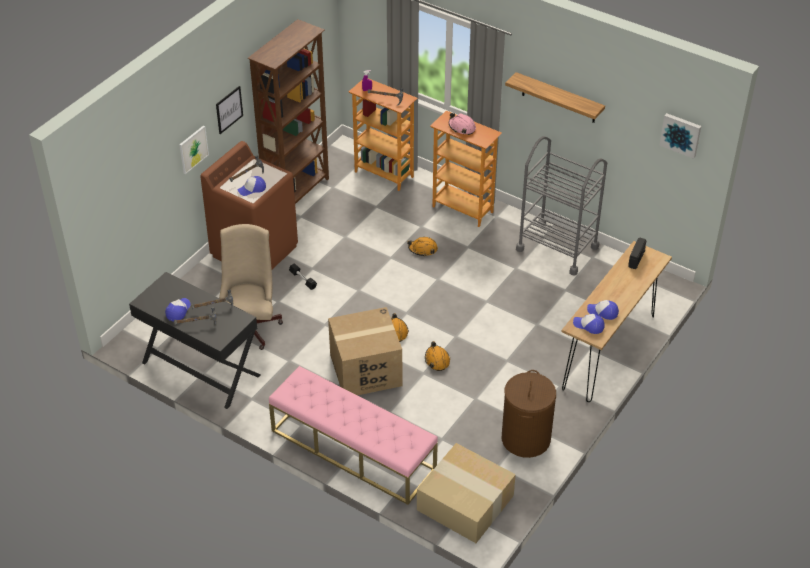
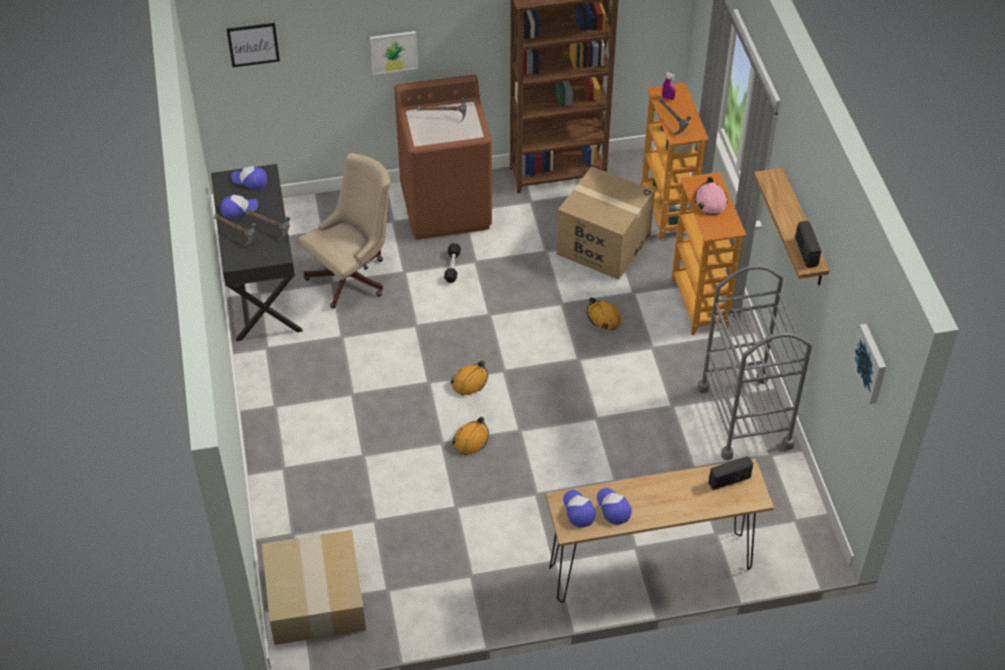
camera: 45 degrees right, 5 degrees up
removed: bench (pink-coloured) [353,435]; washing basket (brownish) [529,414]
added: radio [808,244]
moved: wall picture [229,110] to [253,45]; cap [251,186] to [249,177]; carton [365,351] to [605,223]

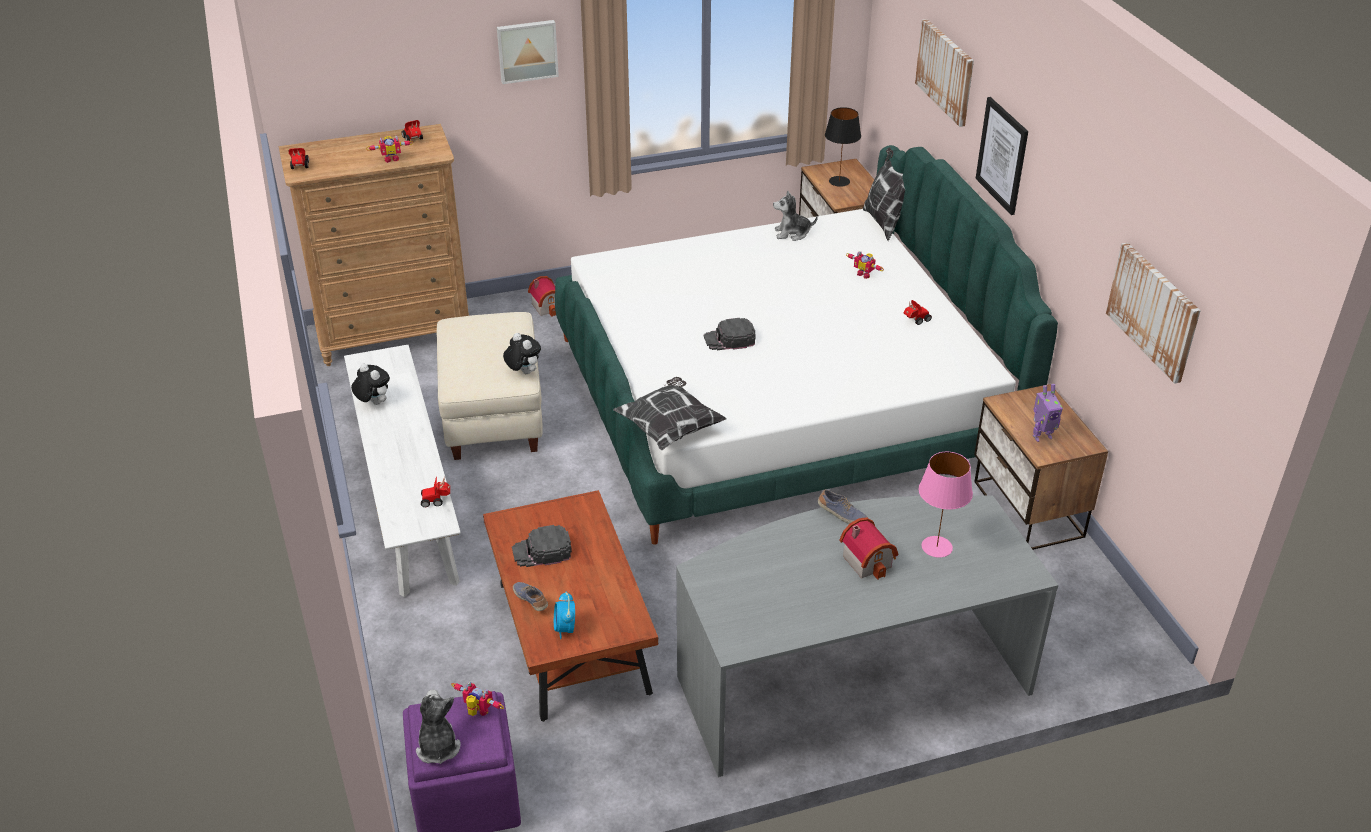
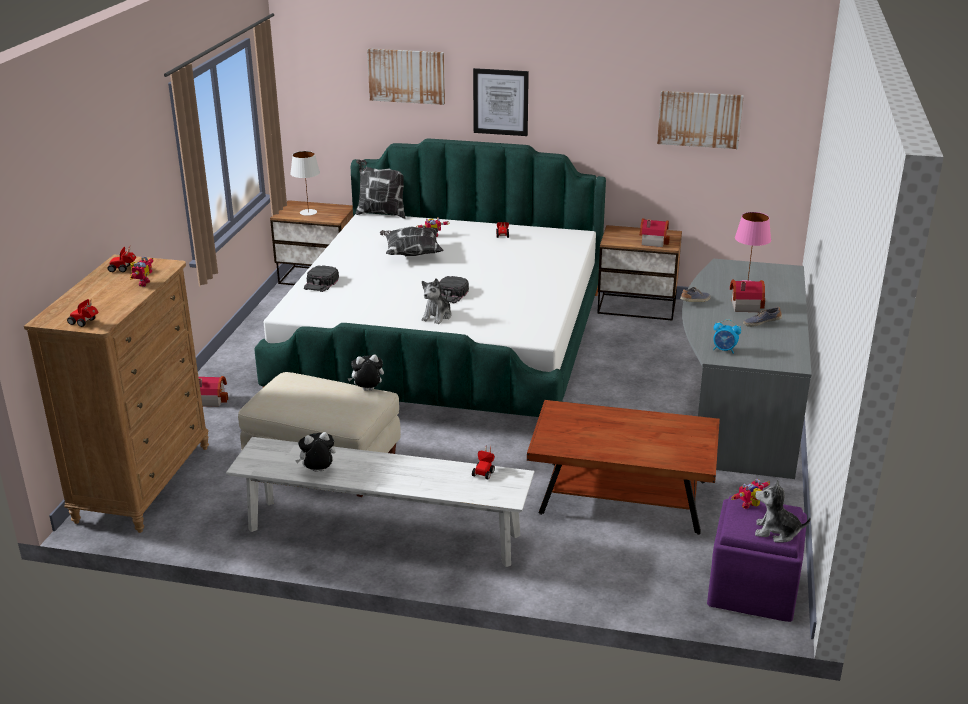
camera: 60 degrees left, 10 degrees down
removed: wall picture [528,52]
moved: cap (blackish) [542,546] to [321,278]; item of footwear [530,596] to [762,317]; alarm clock [564,615] to [727,336]; pillow [670,413] to [412,241]; plush toy [795,215] to [437,301]
replaced: model robot [1048,413] to model house [655,232]
recoloured: tabletop lamp (blackish) [843,147] to tabletop lamp (white) [305,183]

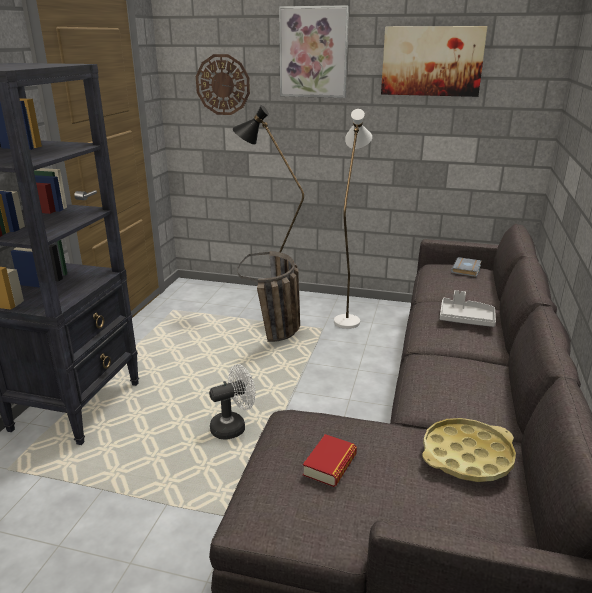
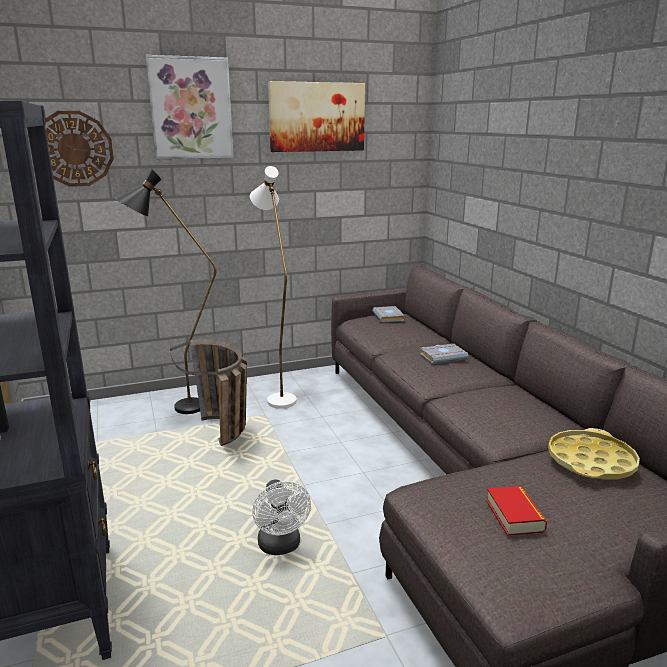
camera: 35 degrees left, 5 degrees down
replaced: carrying tray (greyish) [468,308] to volume (greyish) [444,354]
turned: electric fan (white) [232,402] = [281,517] 135 degrees clockwise

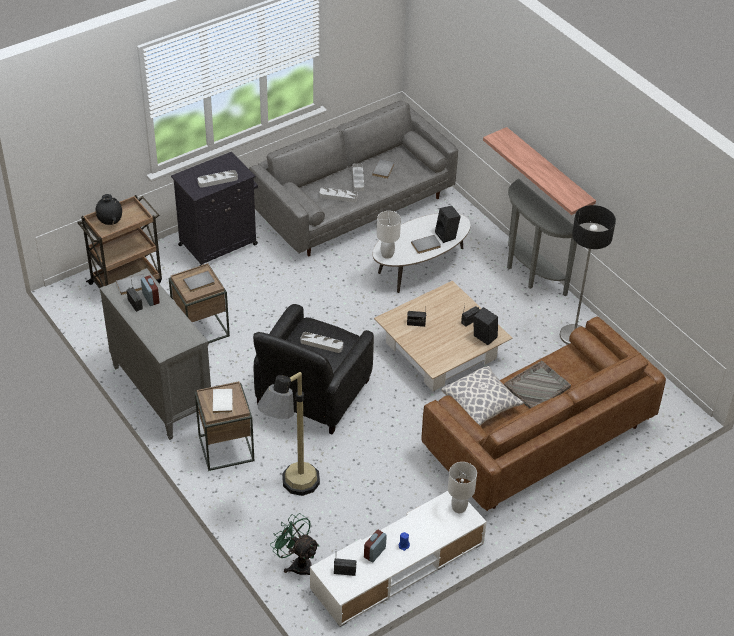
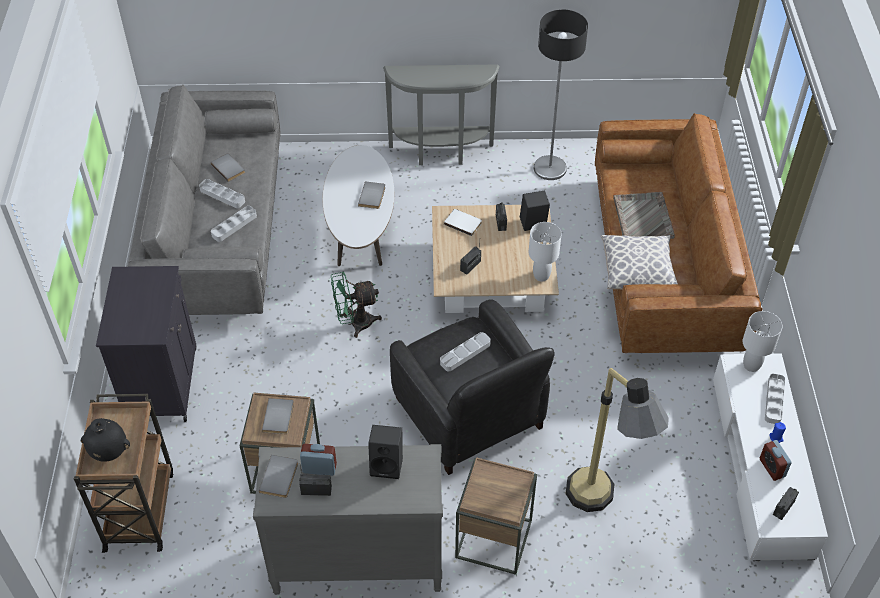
camera: 55 degrees left, 5 degrees up
removed: wall shelf [539,171]
moved: carrying tray (greyish) [218,179] to [775,398]; volume (white) [223,401] to [463,222]; electric fan (greenish) [295,544] to [356,305]; tabletop lamp (white) [389,235] to [545,251]; loudspeaker (blackish) [448,224] to [385,452]

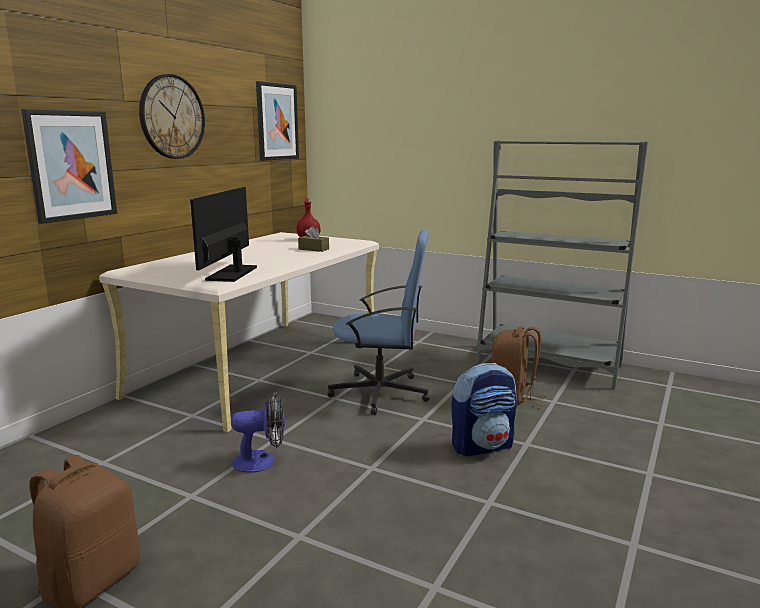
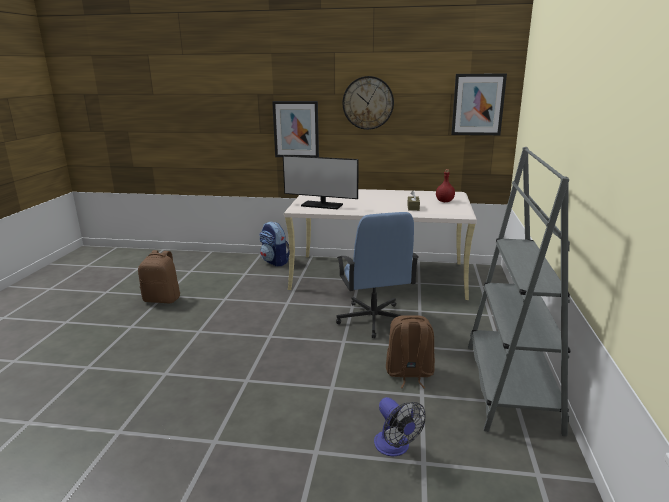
camera: 70 degrees right, 5 degrees up
moved: electric fan [258,432] to [400,426]; rucksack [484,409] to [274,244]
turned: computer screen [223,234] = [321,182] 150 degrees counterclockwise

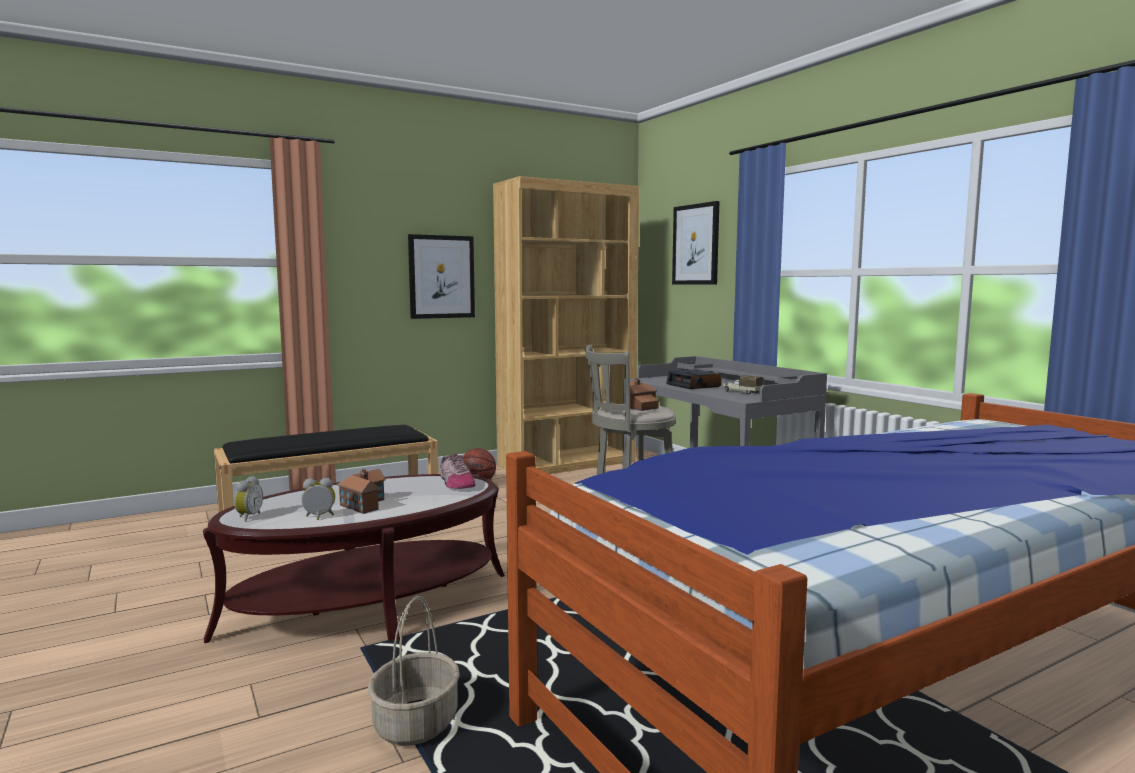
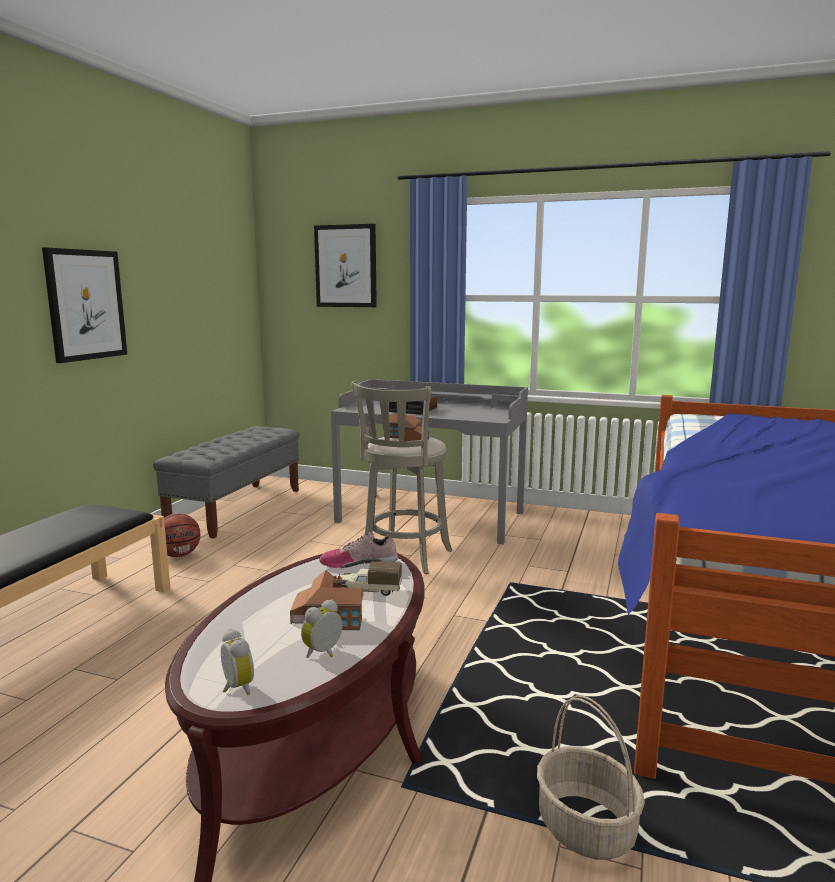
camera: 40 degrees left, 5 degrees up
moved: toy truck [743,385] to [370,578]
replaced: bookcase (brownish) [566,325] to bench (greyish) [226,482]
turned: item of footwear [458,471] = [358,550] 150 degrees clockwise

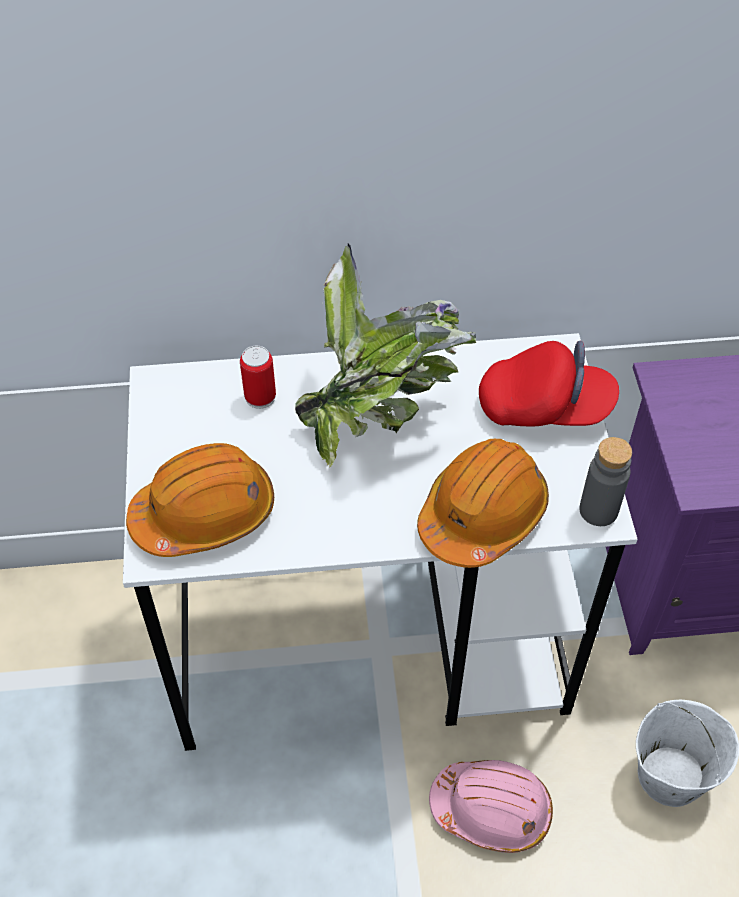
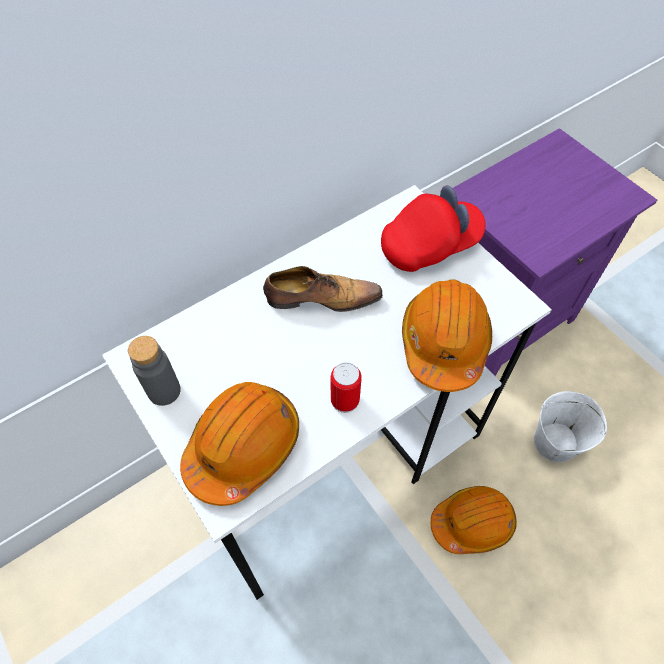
camera: 30 degrees left, 5 degrees up
moved: metal can [258,377] to [346,387]; bottle (greyish) [605,481] to [154,371]
replaced: houseplant [385,355] to item of footwear [323,289]
recoloured: work helmet (pink-coloured) [491,806] to work helmet (orange) [474,520]

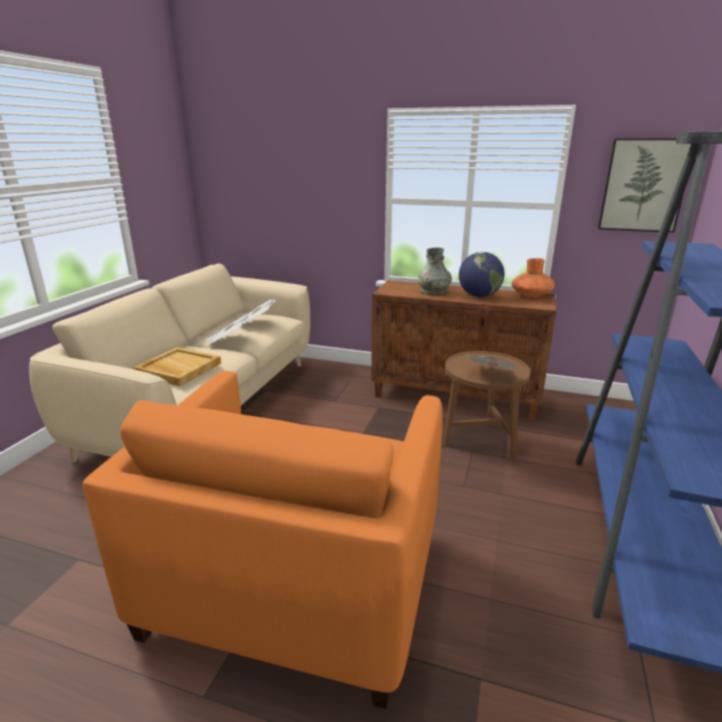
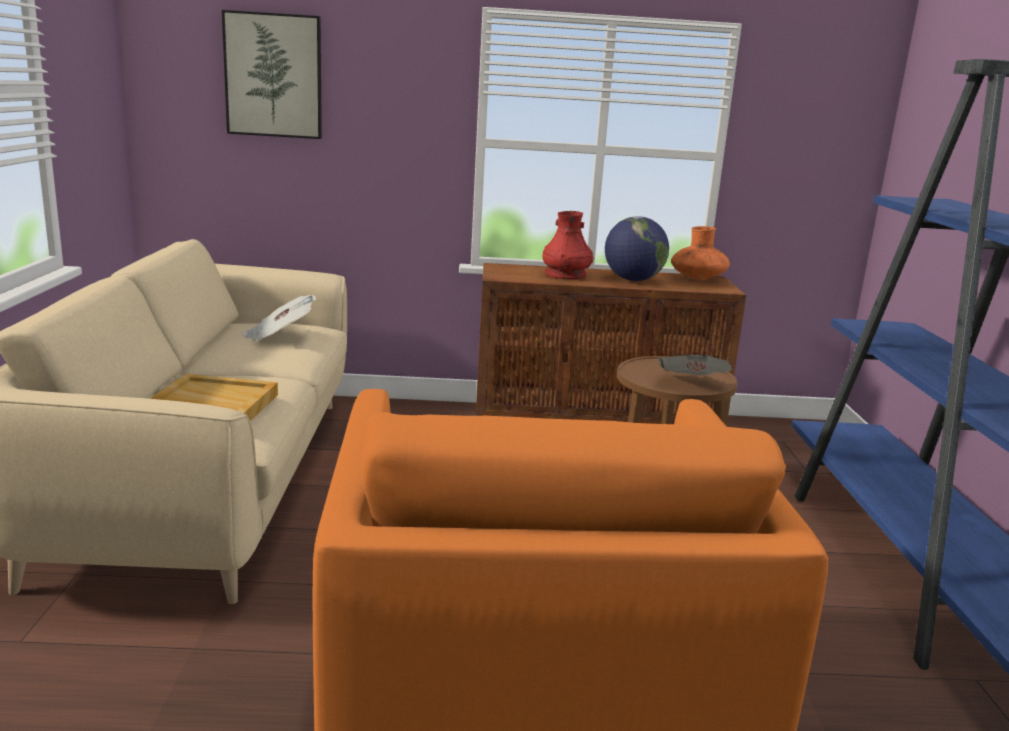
camera: 20 degrees left, 5 degrees down
removed: newspaper [228,330]
moved: wall picture [644,185] to [272,74]
recoloured: decorative vase (greyish) [435,271] to decorative vase (red) [568,245]

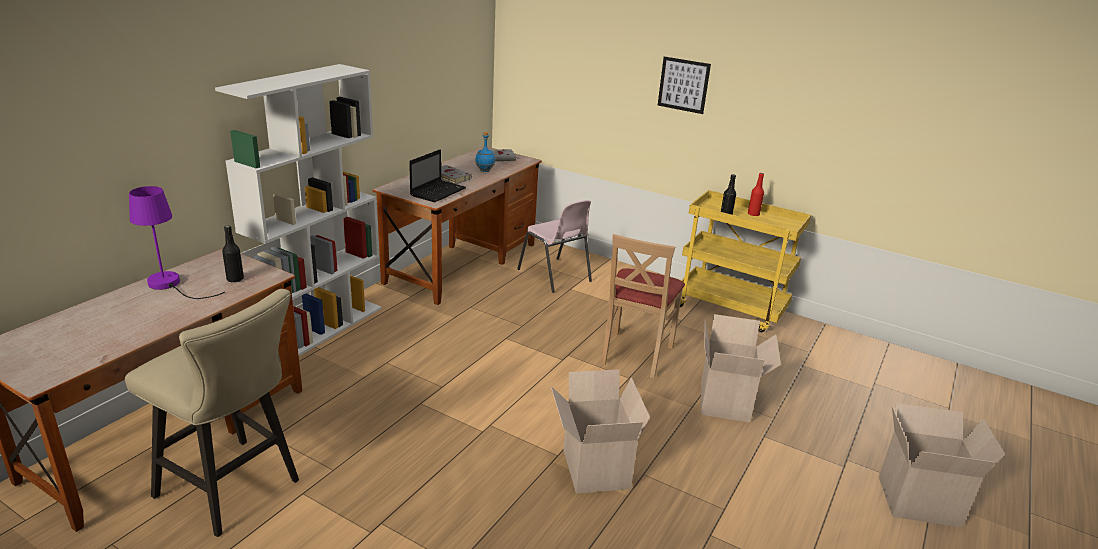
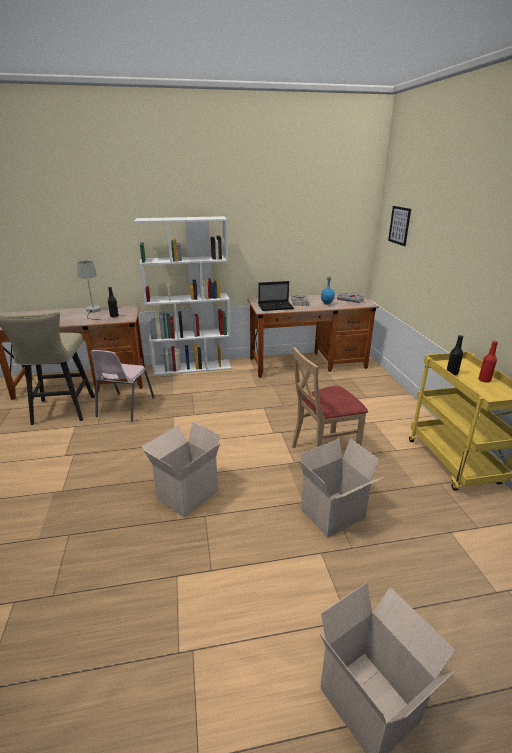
camera: 50 degrees right, 0 degrees up
moved: chair (pink-coloured) [554,246] to [123,386]; wall picture [684,85] to [399,226]
recoloured: tabletop lamp (purple) [177,242] to tabletop lamp (greyish) [89,290]

